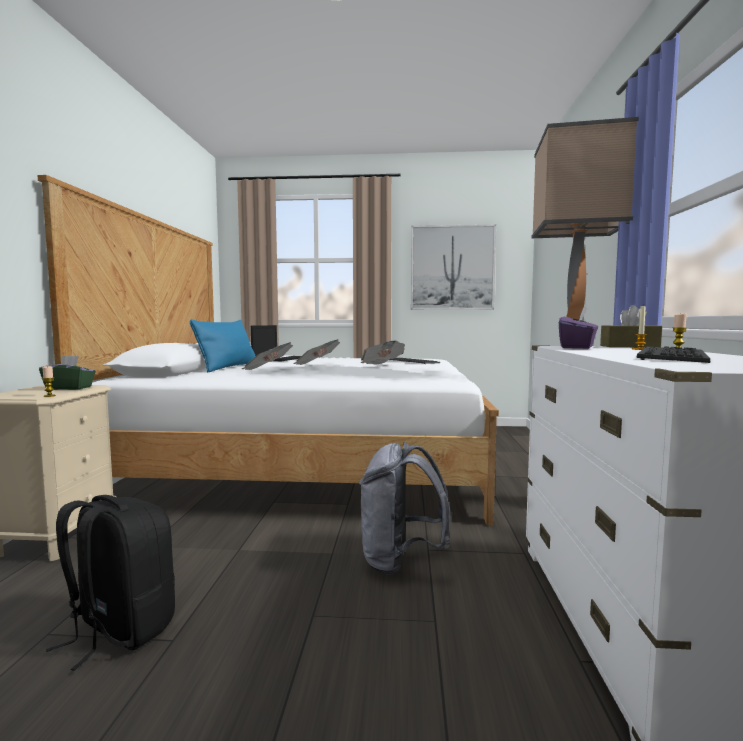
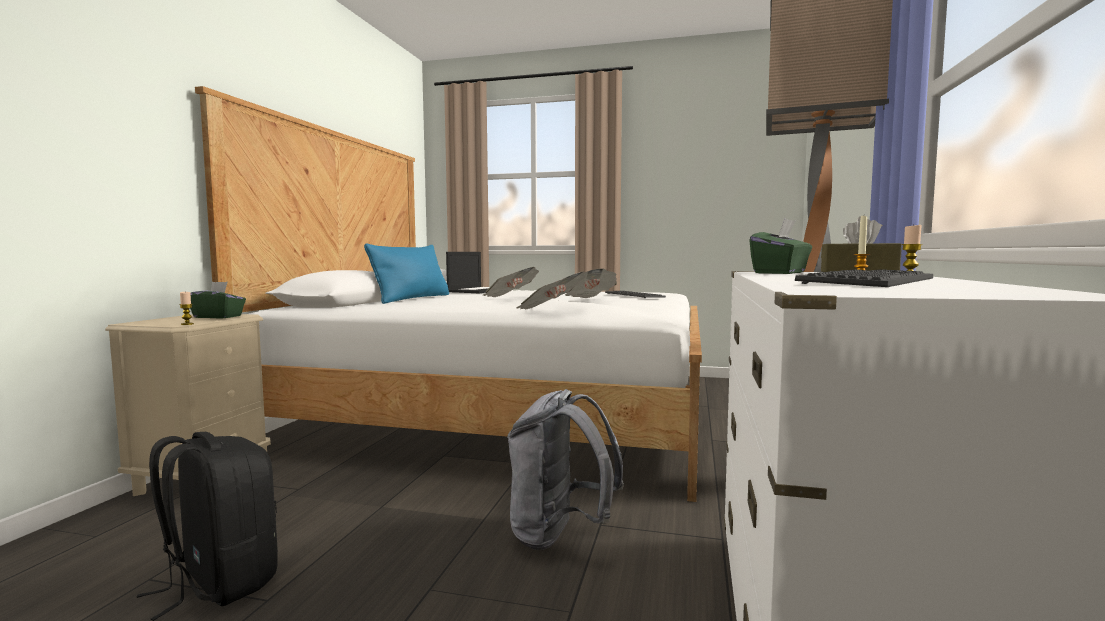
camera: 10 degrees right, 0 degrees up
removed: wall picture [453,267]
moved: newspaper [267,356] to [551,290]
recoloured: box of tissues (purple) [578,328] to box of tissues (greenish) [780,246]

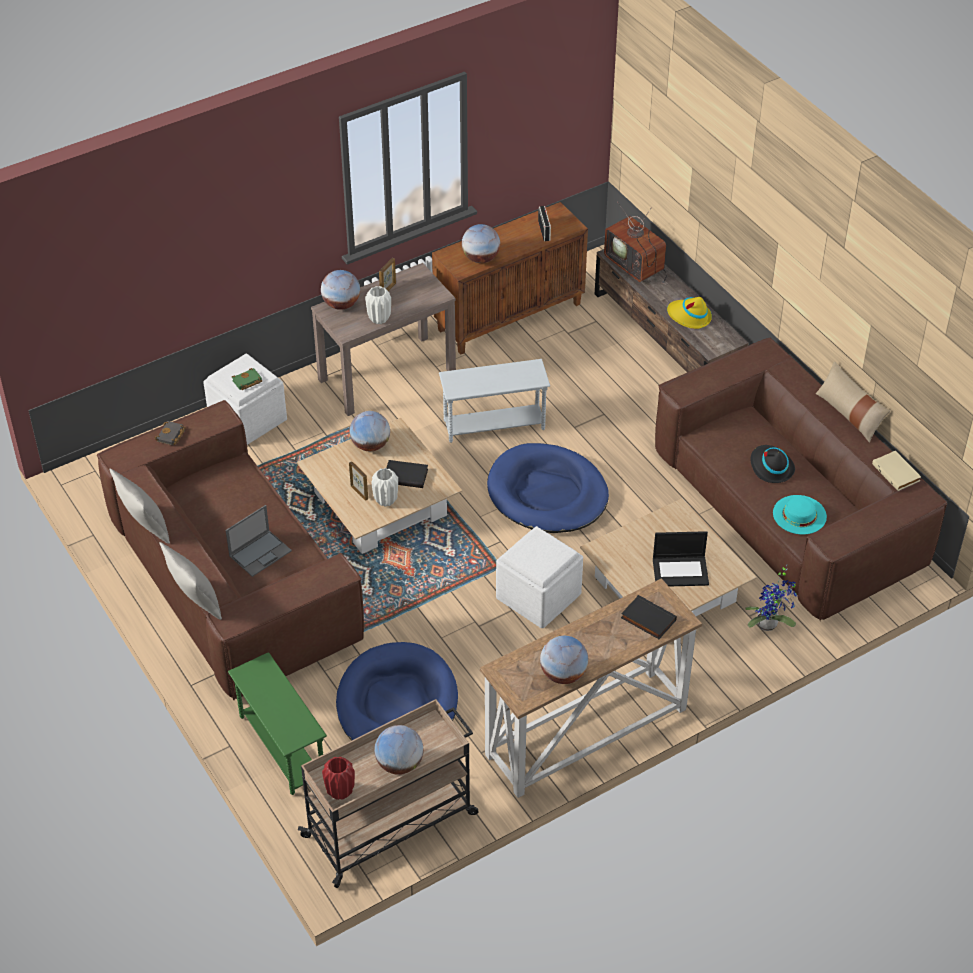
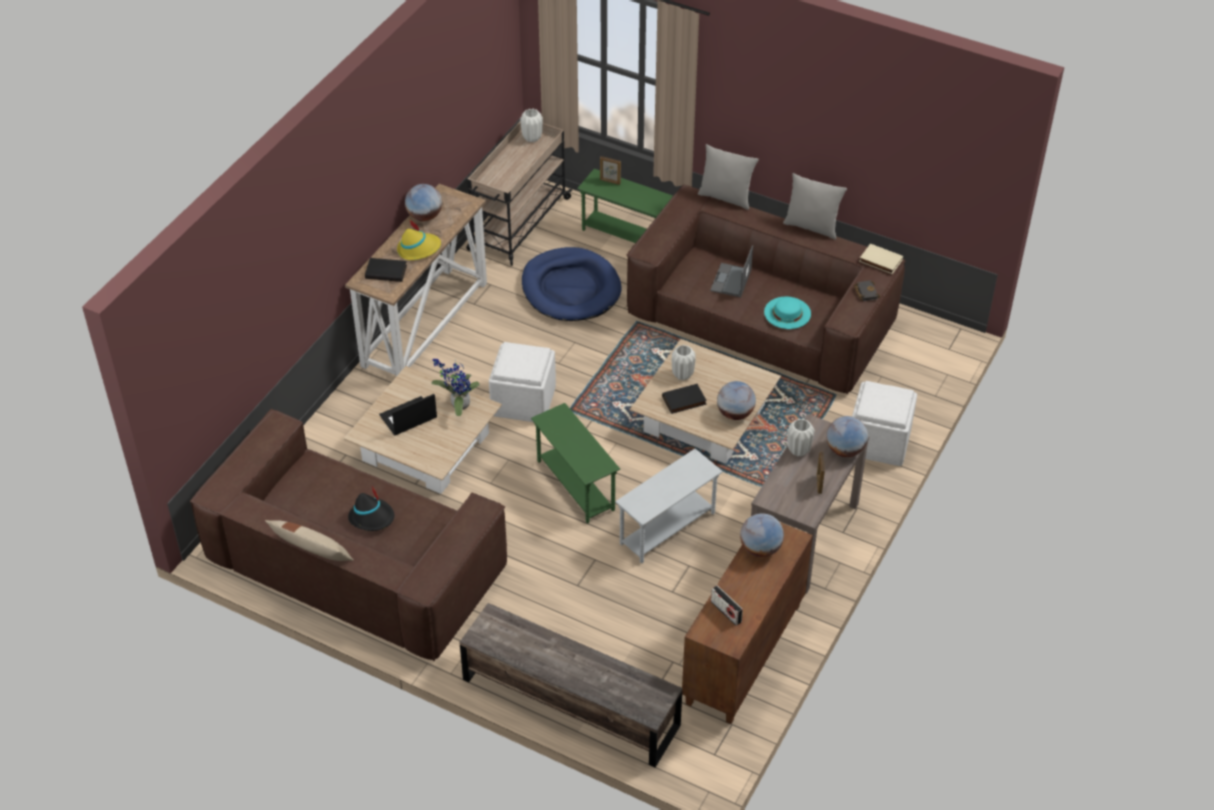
camera: 150 degrees right, 0 degrees up
removed: volume (greenish) [247,379]; globe [398,750]; television [635,242]
moved: photo frame [358,481] to [610,170]; wearable hat (yellowish) [689,313] to [419,239]; houseplant [771,598] to [455,387]; wearable hat (blue-green) [800,515] to [787,313]; volume (sand-coloured) [896,471] to [881,259]
replaced: dog cushion (blue) [548,488] to end table (greenish) [575,463]
recoloured: decorative vase (red) [338,778] to decorative vase (white) [531,125]

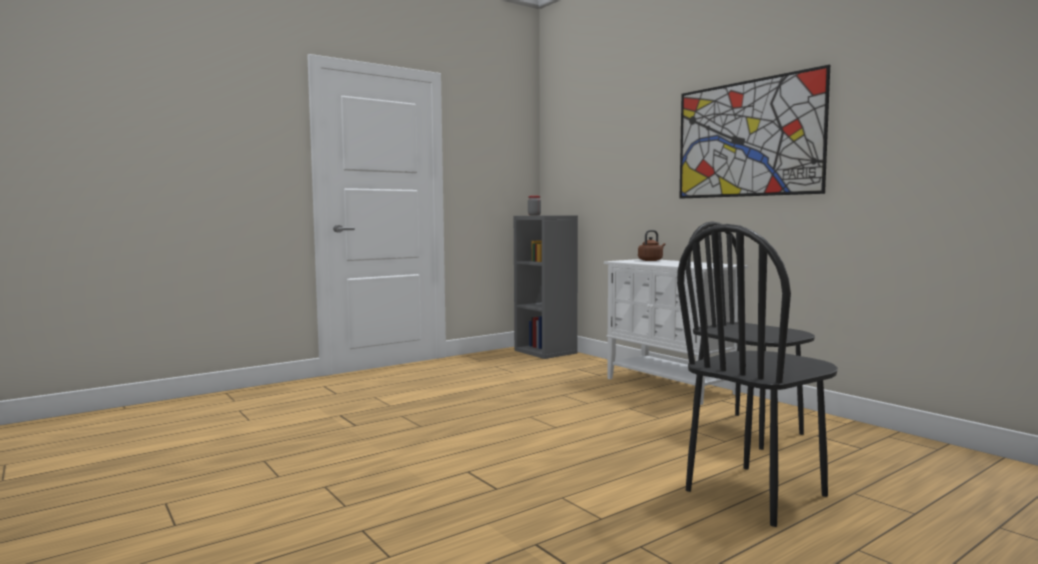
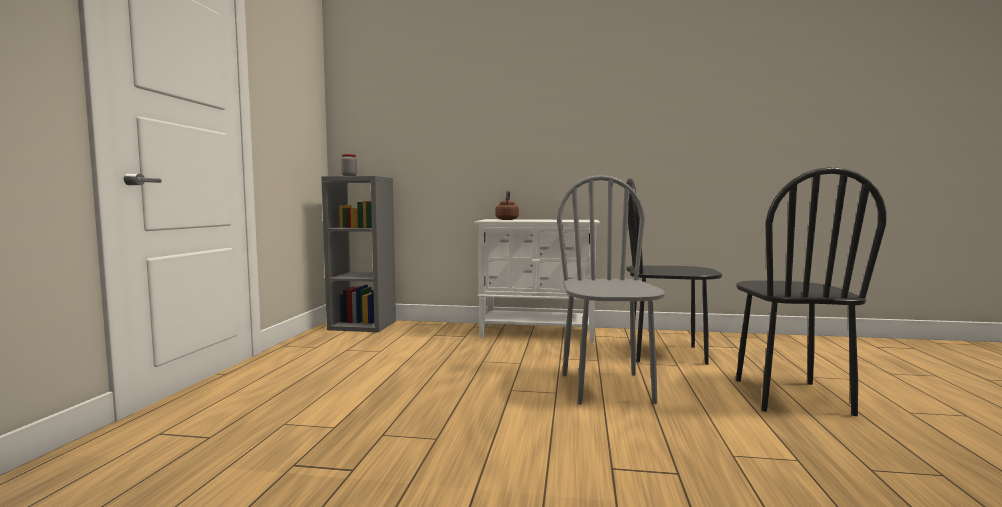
camera: 45 degrees left, 0 degrees up
removed: wall picture [755,132]
added: chair (greyish) [611,290]

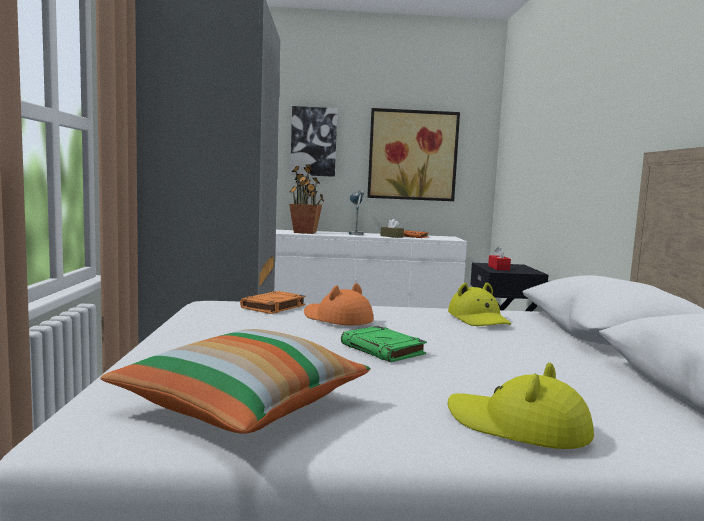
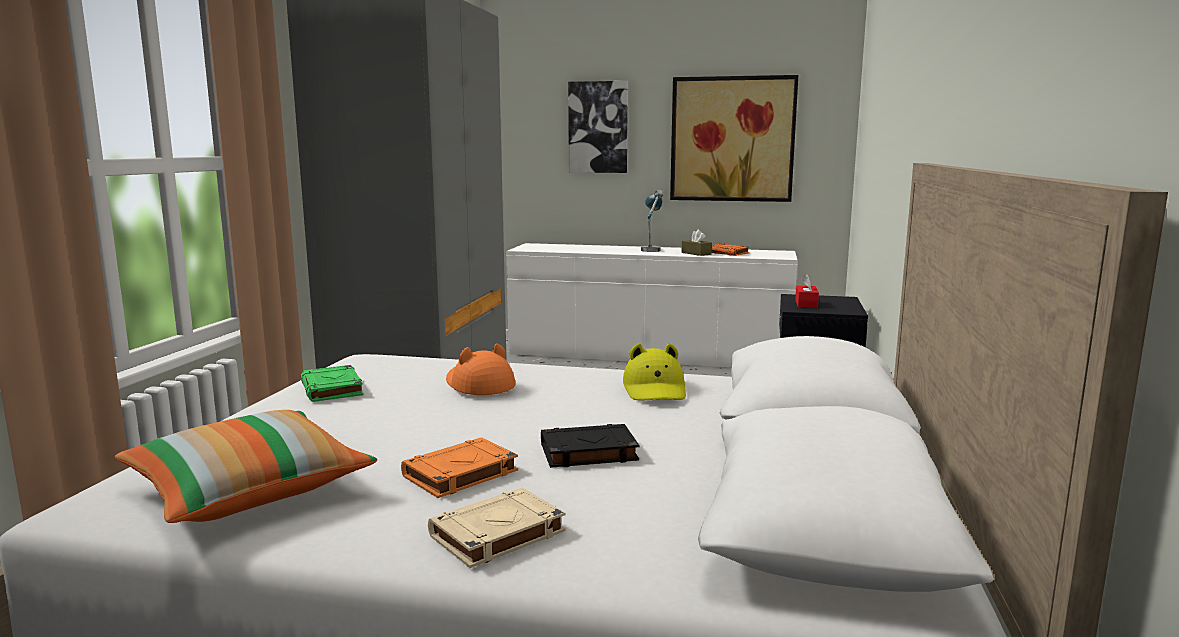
camera: 15 degrees right, 5 degrees up
removed: houseplant [306,199]
added: volume (blackish) [590,446]
moved: volume (orange) [273,302] to [459,467]; volume (greenish) [384,344] to [332,383]
replaced: wearable hat (yellowish) [521,406] to volume (sand-coloured) [497,528]

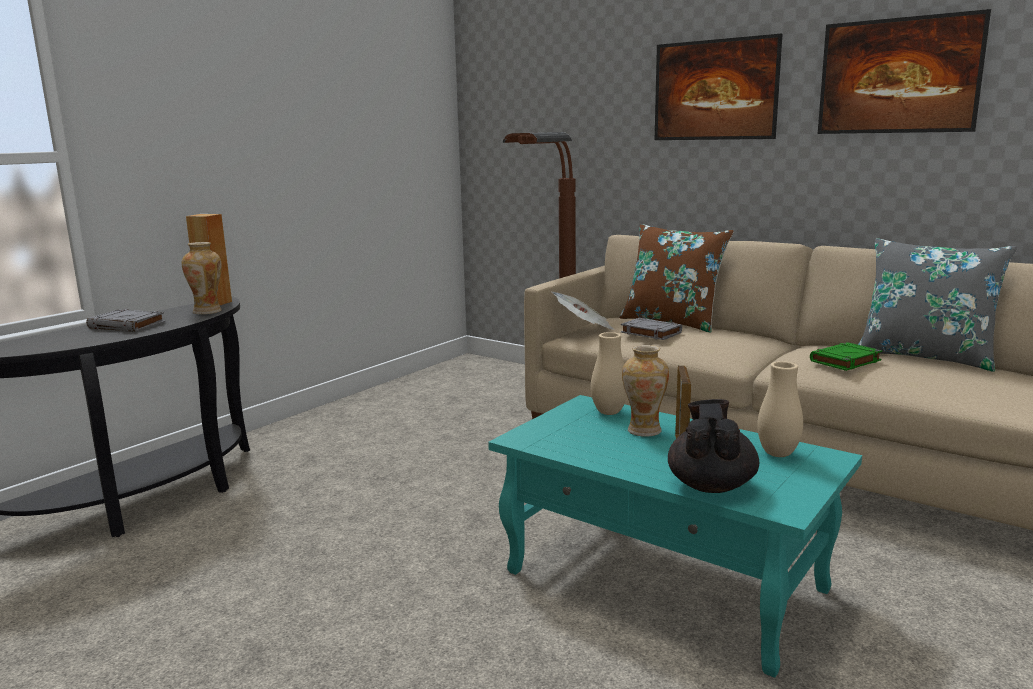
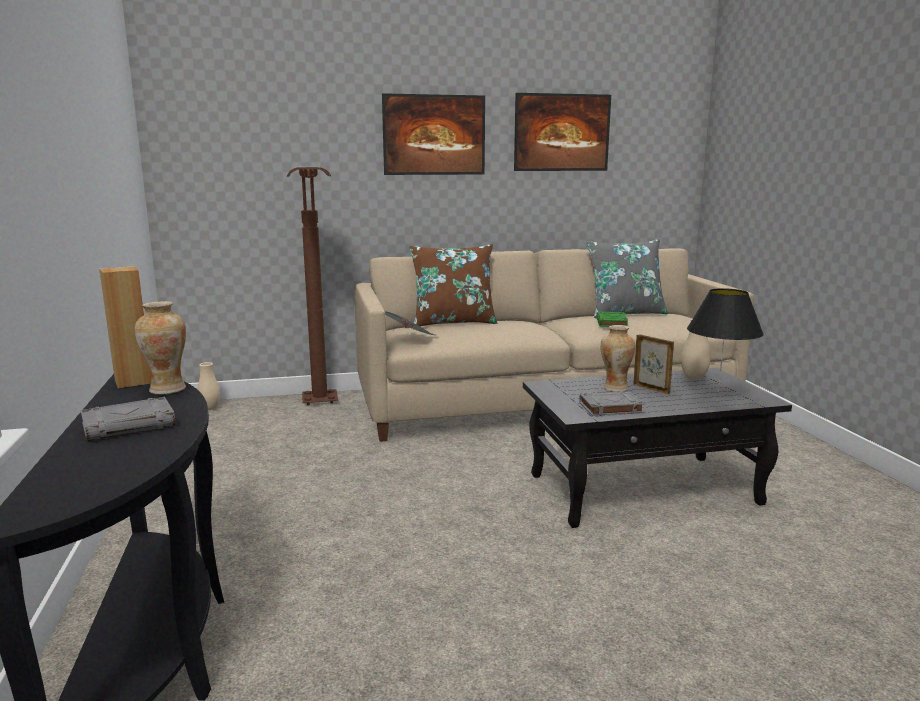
camera: 50 degrees left, 0 degrees up
moved: decorative vase (sand-coloured) [609,373] to [208,386]; volume (greyish) [651,329] to [612,403]
replaced: tea pot (blackish) [713,446] to tabletop lamp (blackish) [725,345]
recoloured: lounge table (blue-green) [675,536] to lounge table (blackish) [657,448]

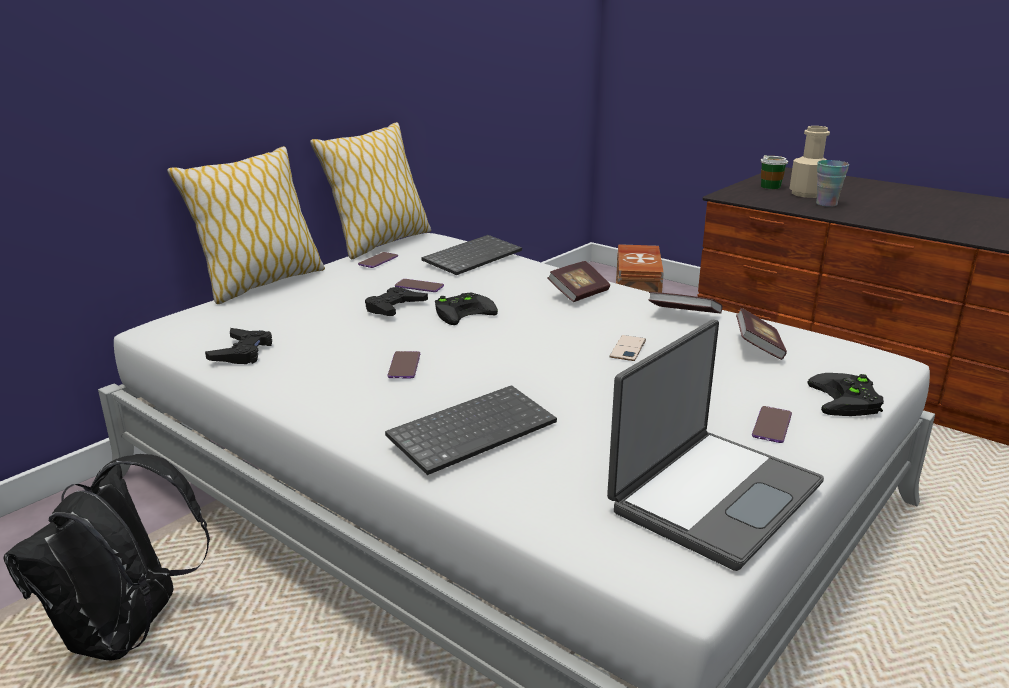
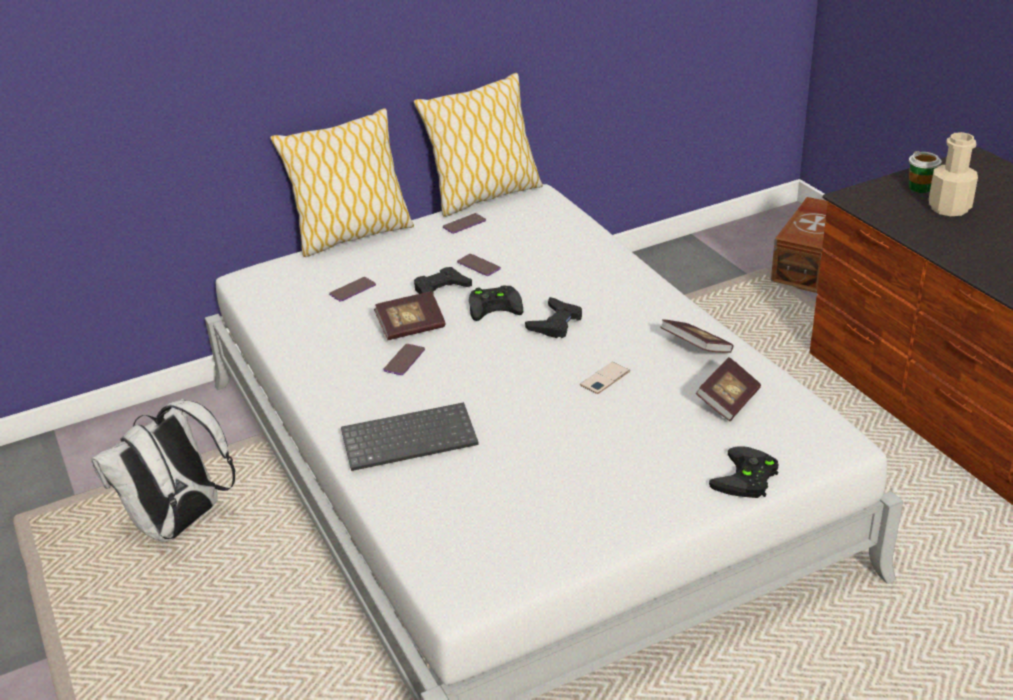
camera: 25 degrees right, 10 degrees up
removed: keyboard [471,255]; notebook computer [715,445]; cup [832,183]
moved: game controller (blackish) [238,346] to [553,317]; volume [578,281] to [410,315]; phone [772,424] to [352,289]
recoloured: rucksack (blackish) [106,557] to rucksack (white) [163,470]

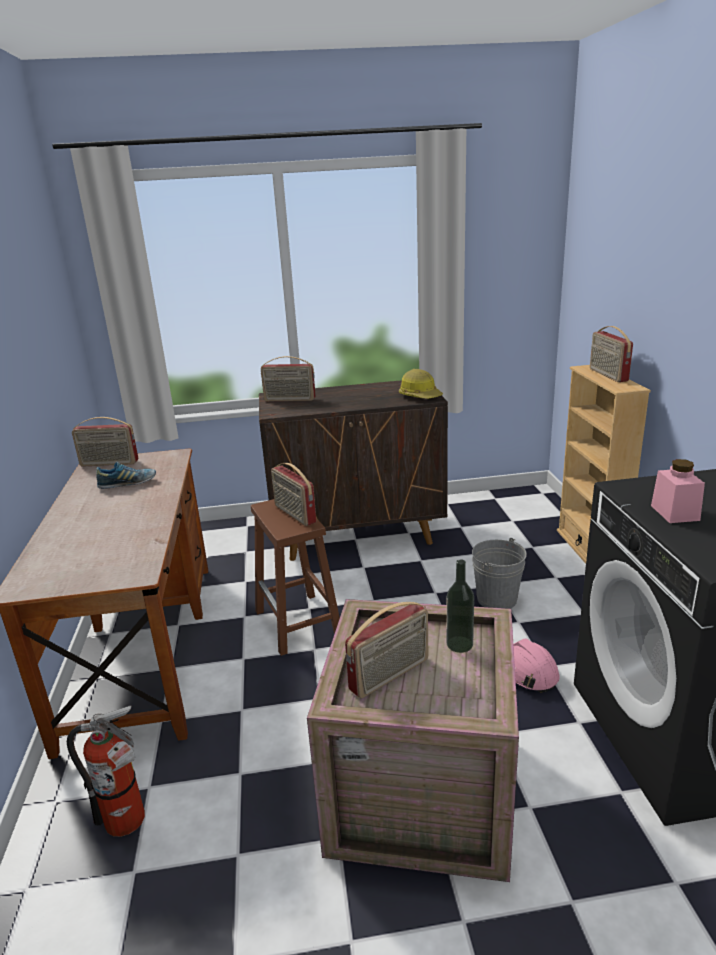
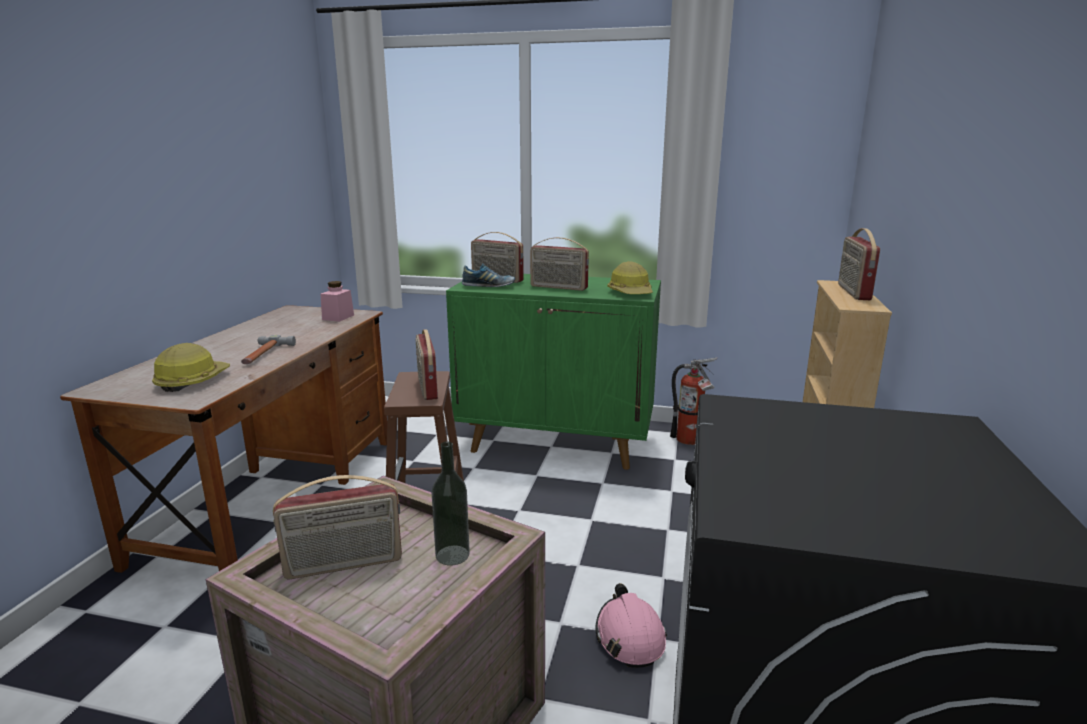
camera: 20 degrees right, 5 degrees down
removed: bucket (greyish) [499,573]
added: work helmet [191,367]; hand hammer [268,349]
moved: fire-fighting cylinder [106,771] to [693,401]; radio [105,441] to [559,264]; item of footwear [126,475] to [488,275]; storage jar (pink-coloured) [678,491] to [337,301]
recoloured: storage cabinet (brownish) [353,470] to storage cabinet (greenish) [553,372]

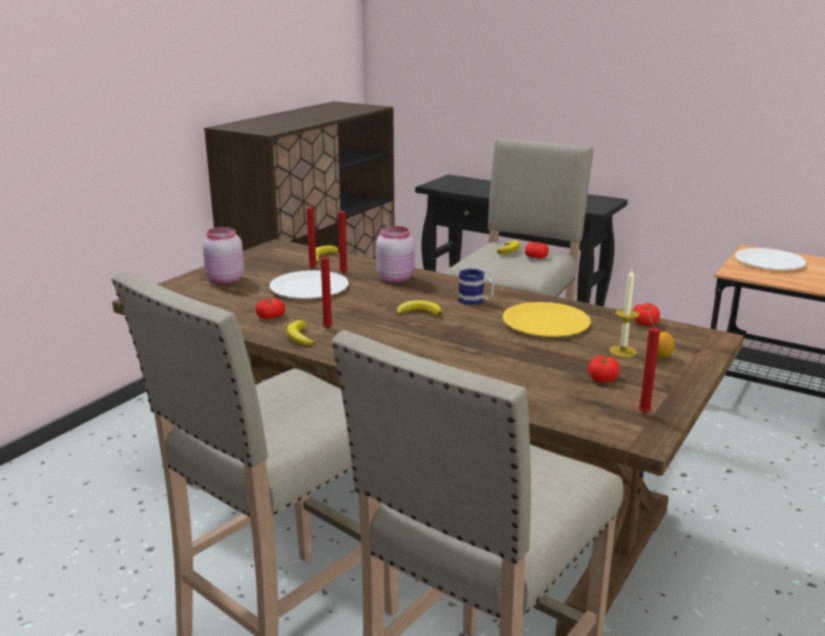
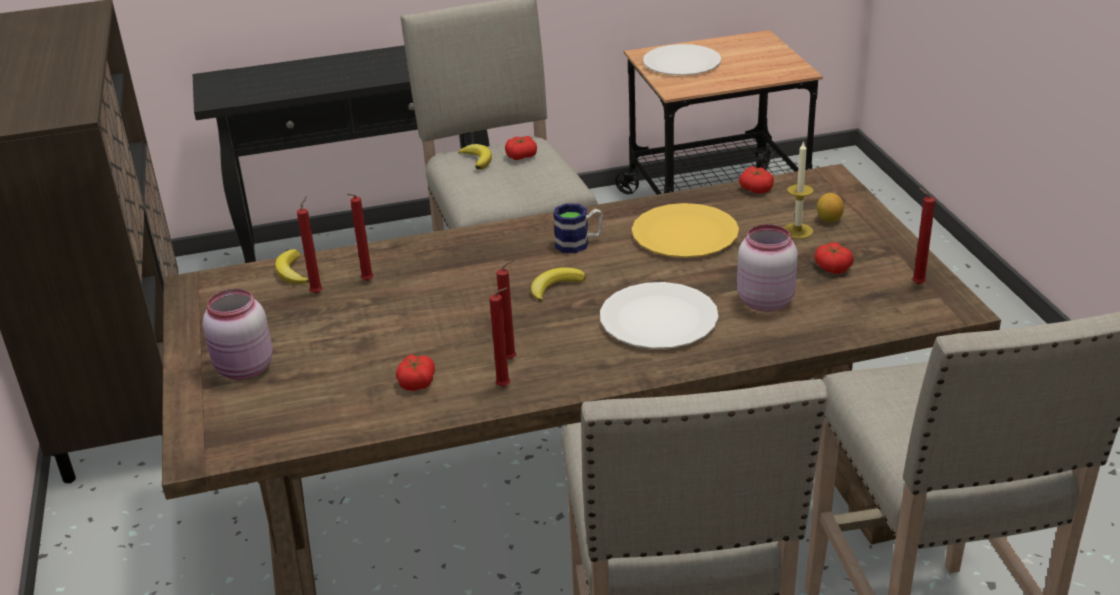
camera: 45 degrees left, 10 degrees up
moved: flat dish (white) [309,284] to [659,315]; storage jar (pink-coloured) [395,254] to [767,268]
replaced: whole banana [301,332] to wax candle (red) [499,337]

